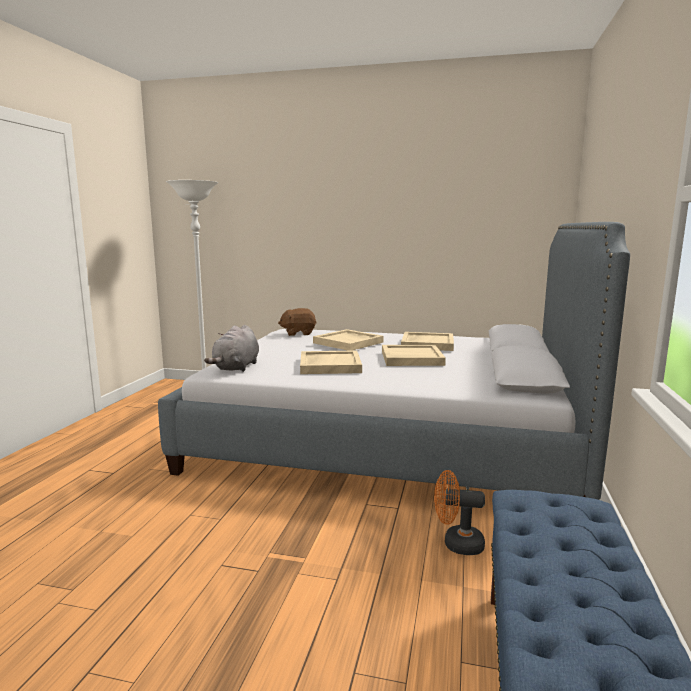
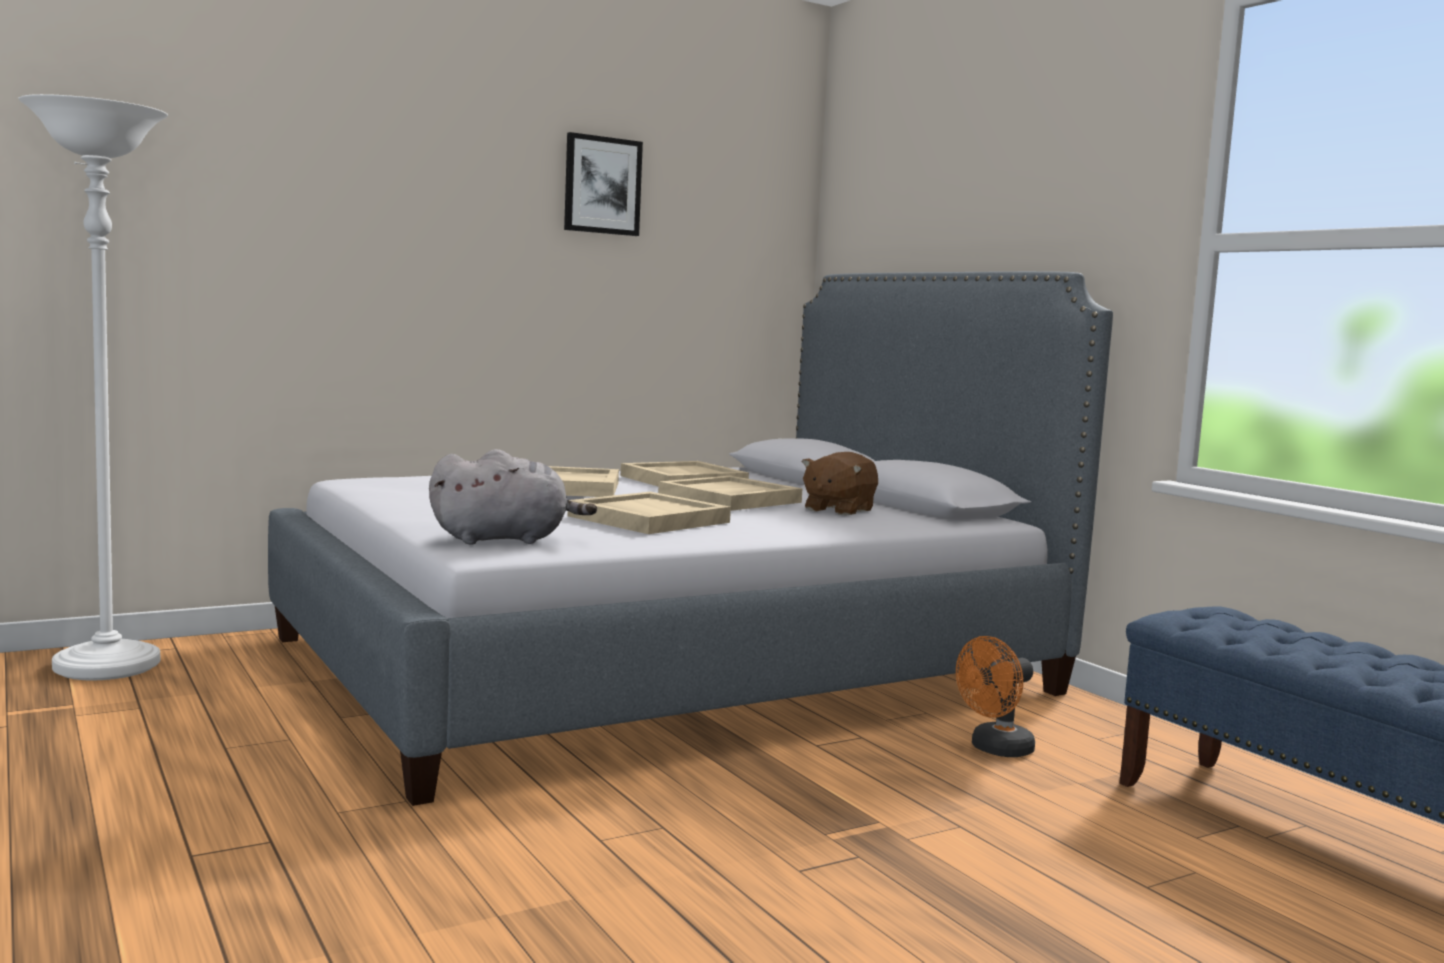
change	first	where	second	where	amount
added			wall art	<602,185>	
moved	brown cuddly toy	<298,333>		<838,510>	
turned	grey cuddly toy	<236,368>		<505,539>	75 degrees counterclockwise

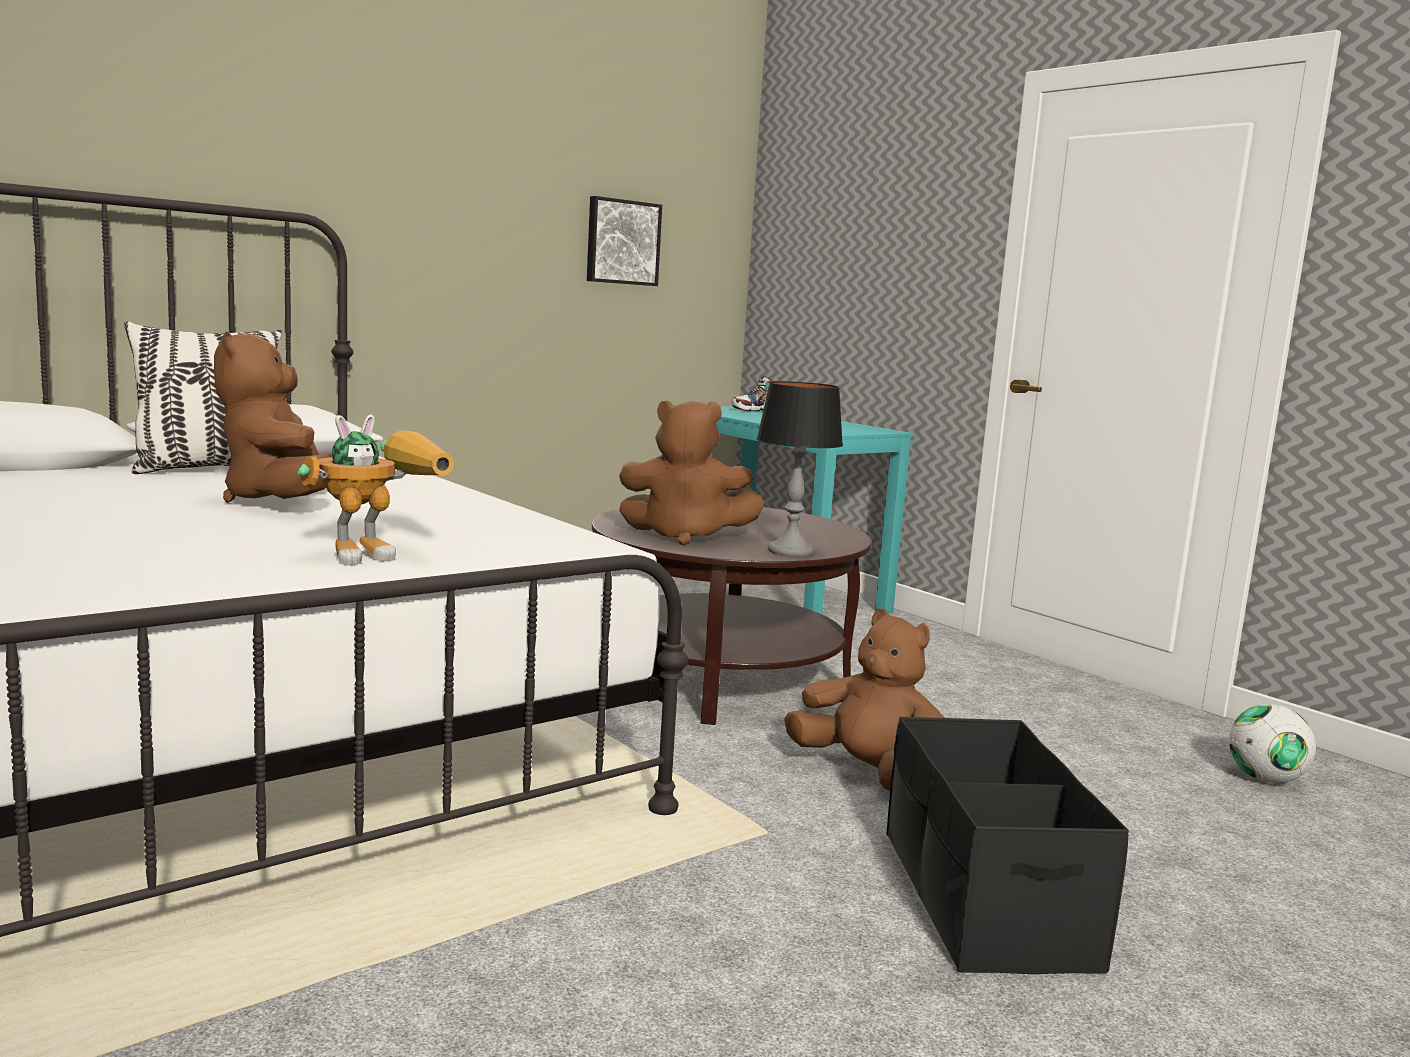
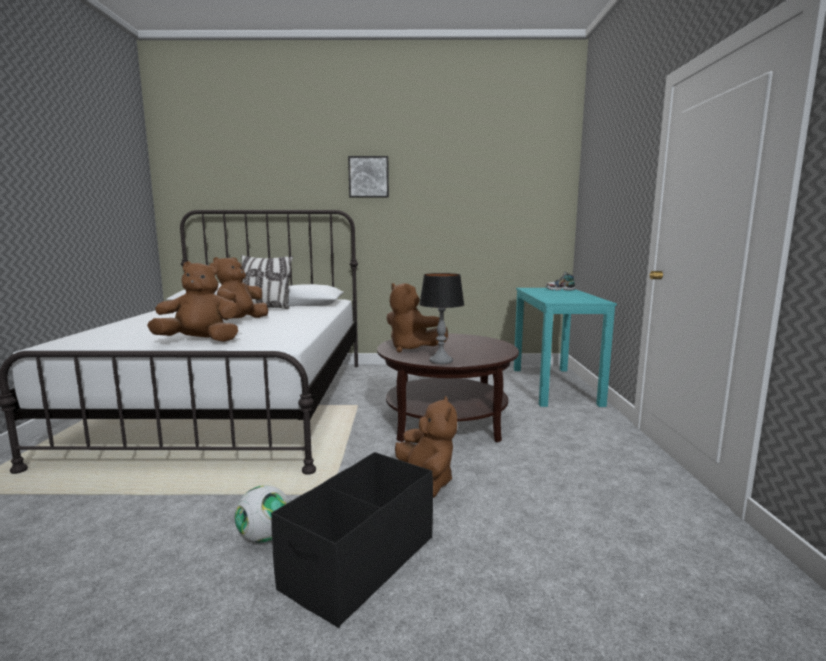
change	first	where	second	where	amount
moved	wall art	<622,242>		<368,177>	
moved	ball for football	<1265,779>		<264,537>	
replaced	toy robot	<380,554>	brown cuddly toy	<200,341>	

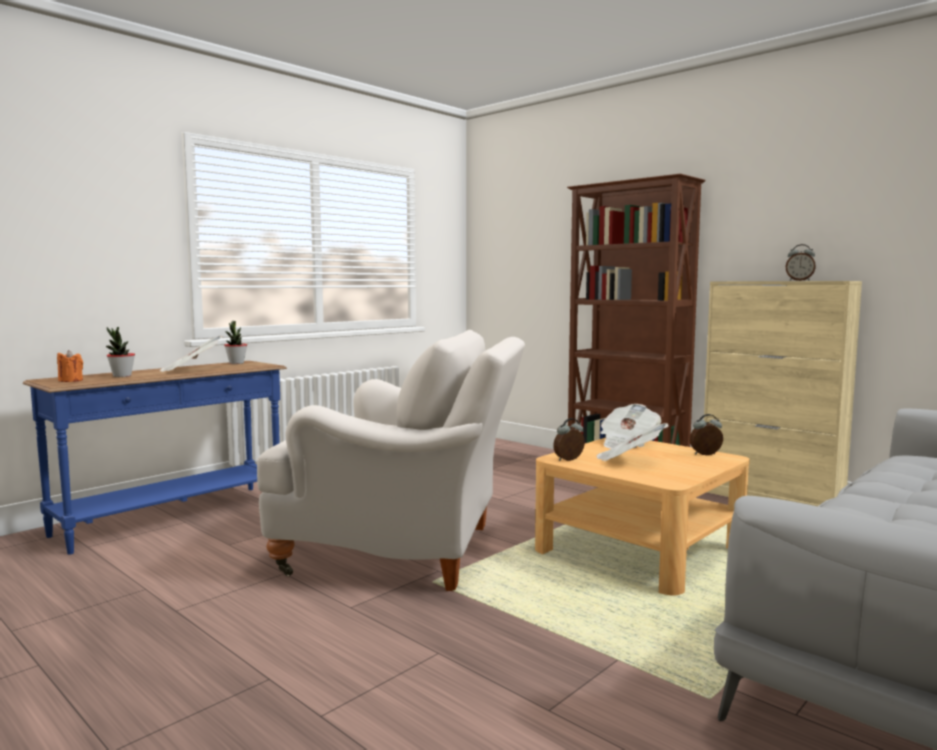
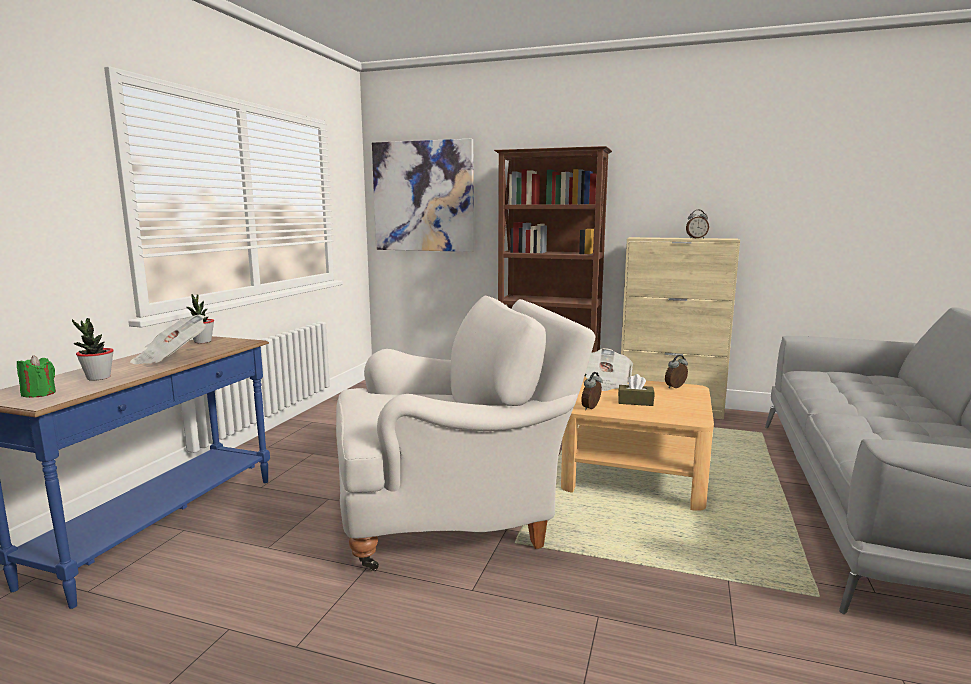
change	first	where	second	where	amount
added			wall art	<423,196>	
replaced	printed paper	<629,461>	brown tissue box	<635,402>	
recoloured	orangey wax candle	<71,380>	green-coloured wax candle	<39,394>	

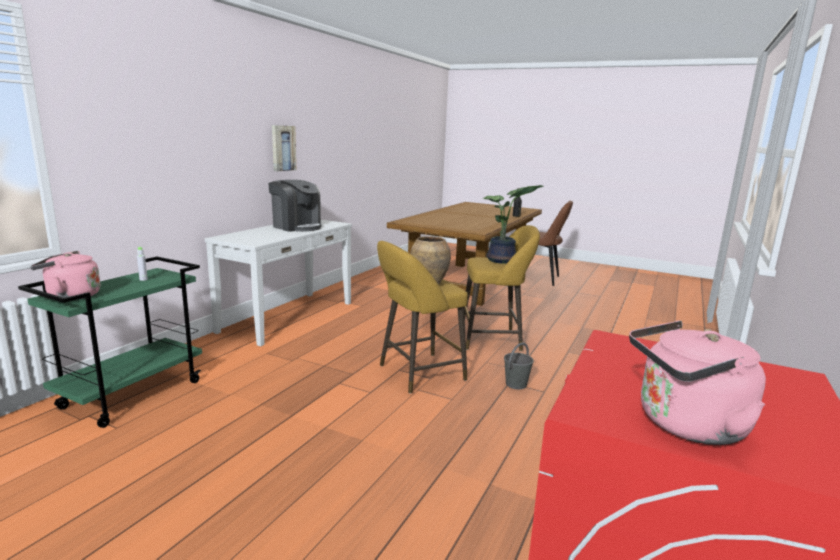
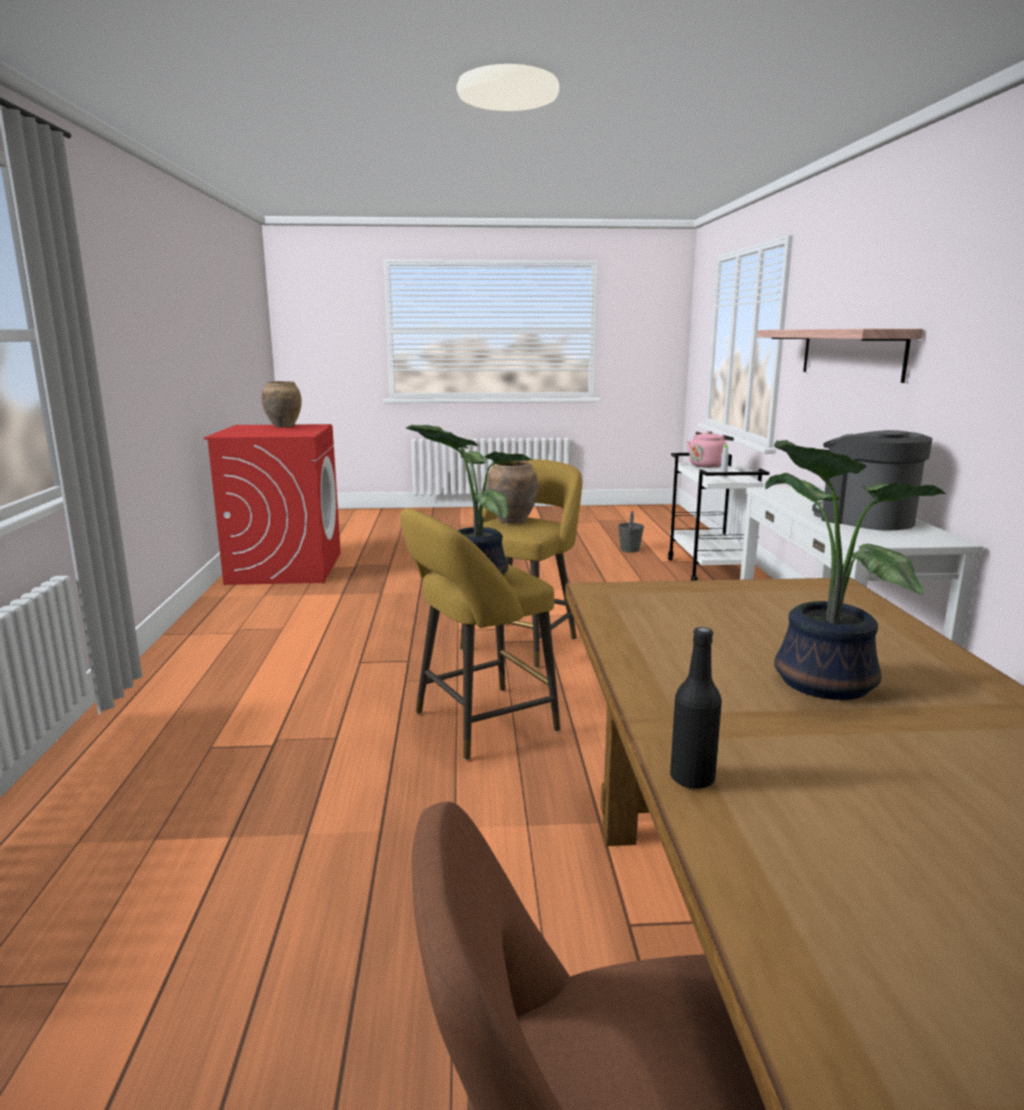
change	first	where	second	where	amount
removed	wall art	<282,148>			
added			shelf	<851,353>	
added			plant in a pot	<817,681>	
moved	grey pail	<516,384>		<630,550>	
replaced	pinkish water kettle	<685,425>	brown flower vase	<284,426>	
recoloured	green-coloured cart	<133,394>	whitish cart	<709,572>	
turned	coffee maker	<296,227>		<865,519>	45 degrees clockwise

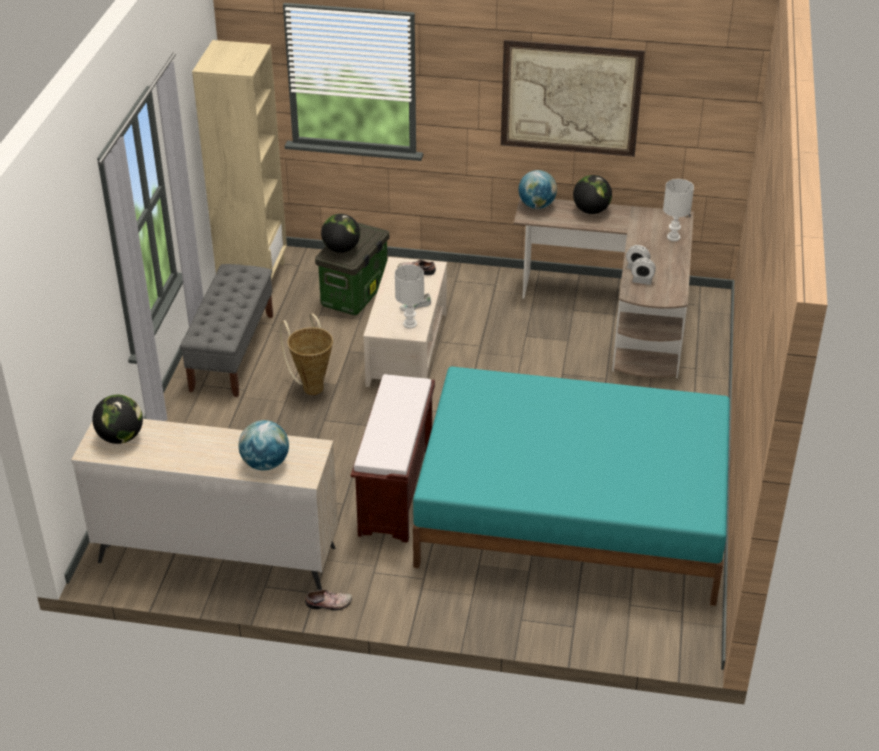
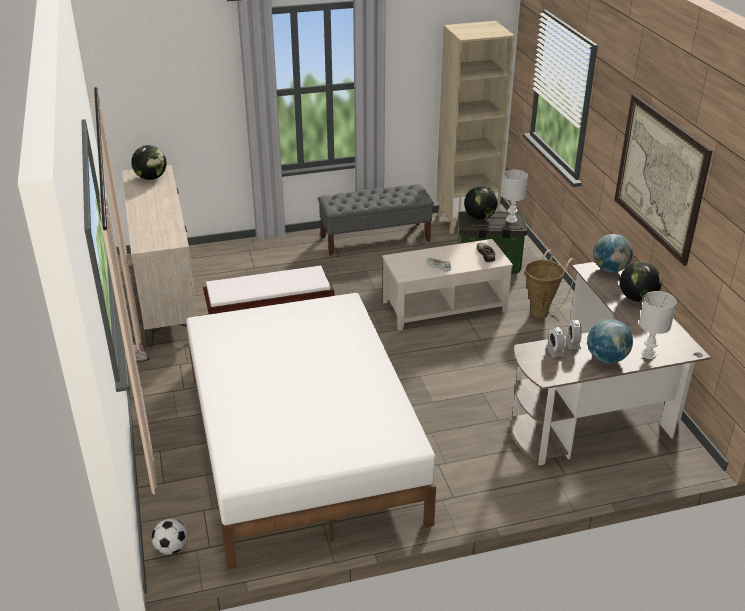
change	first	where	second	where	amount
added			ball for football	<171,548>	
moved	globe	<265,463>		<606,358>	
moved	basket	<312,385>		<542,311>	
moved	whitish tabletop lamp	<410,324>		<511,220>	
recoloured	turquoise-coloured bed	<572,513>	whitish bed	<301,446>	

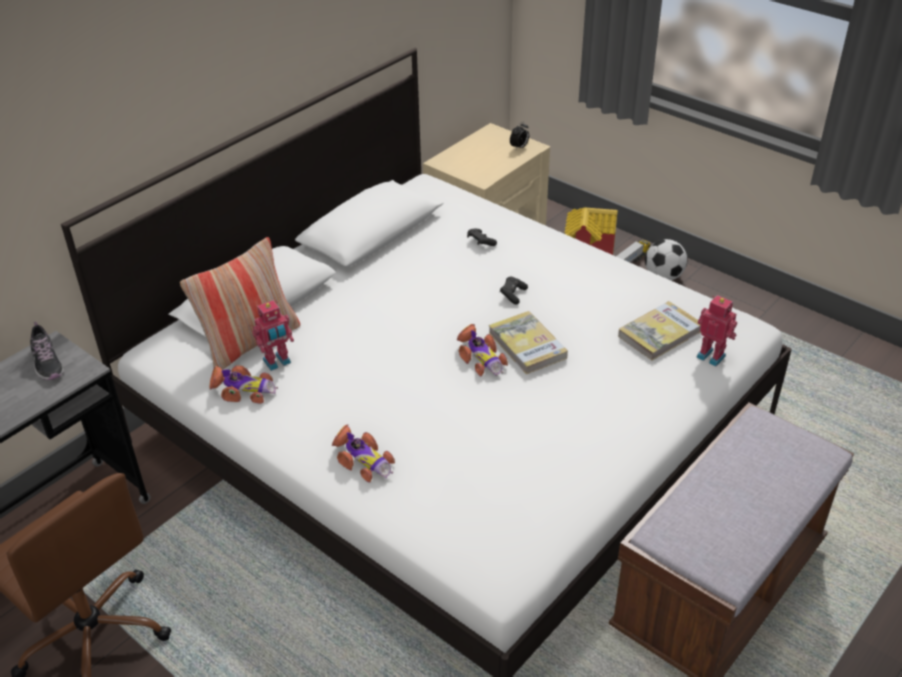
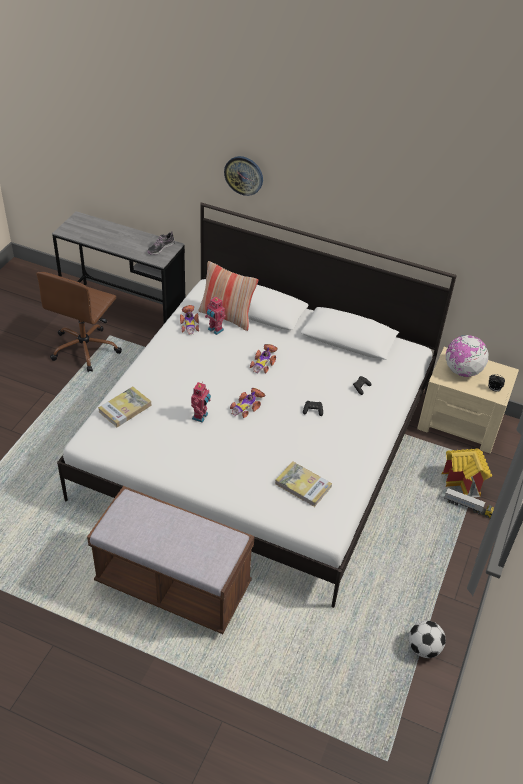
change	first	where	second	where	amount
added			hanging clock	<244,175>	
added			globe	<462,371>	
moved	miniature car	<362,460>		<263,362>	
moved	book	<527,345>		<125,408>	
moved	ball for football	<663,277>		<423,648>	
moved	toy robot	<712,355>		<201,416>	

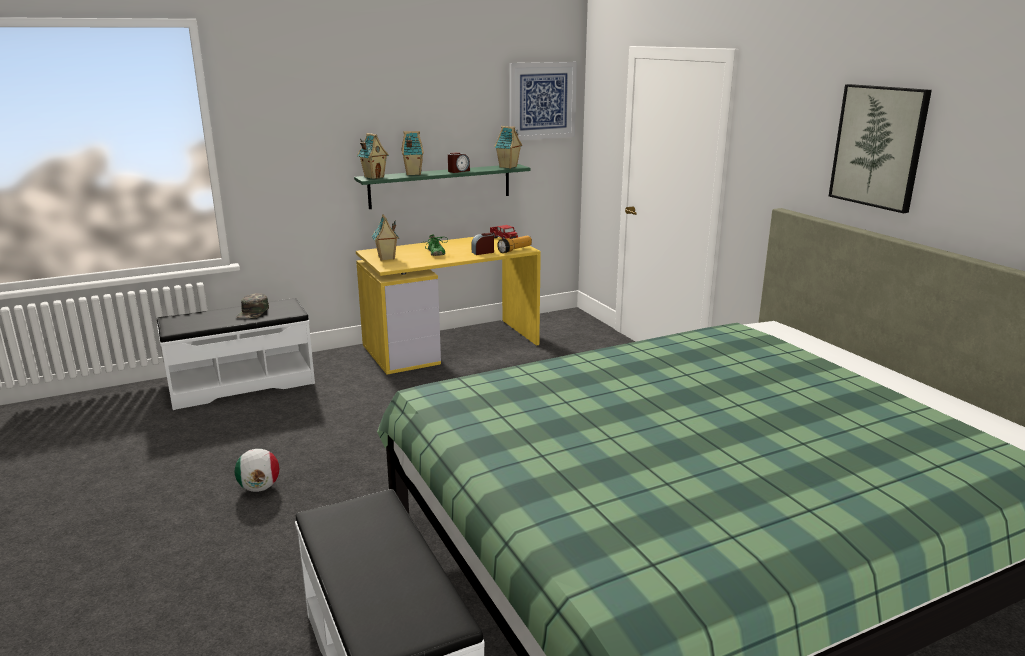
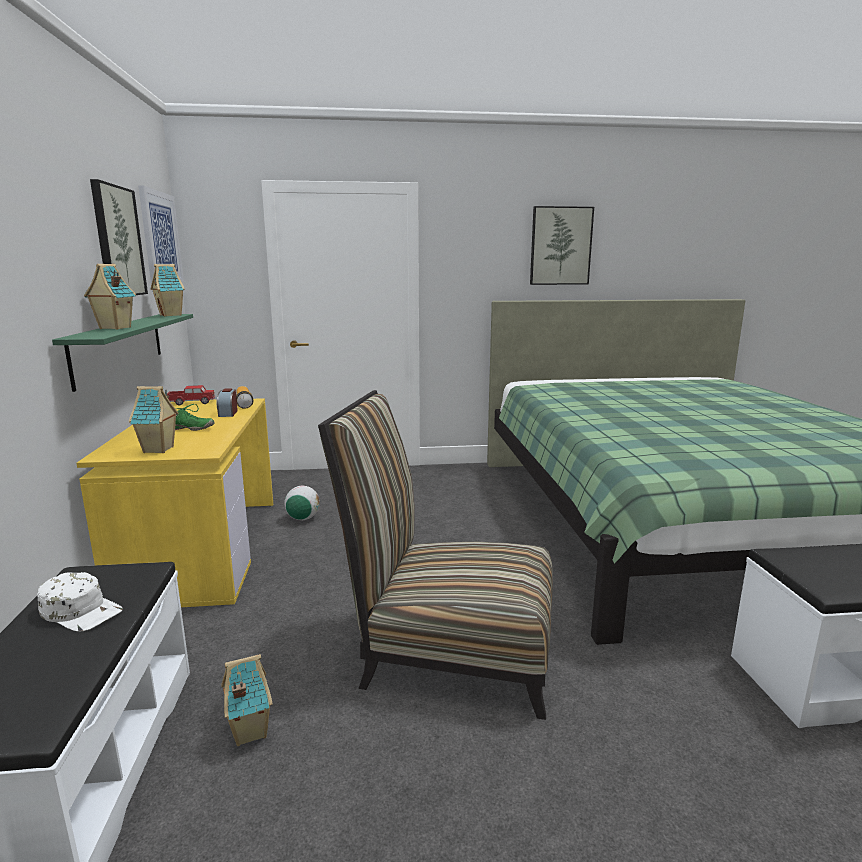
change	first	where	second	where	amount
removed	bedside clock	<458,171>			
added			wall art	<117,242>	
added			chair	<448,649>	
moved	ball for football	<259,488>		<303,518>	
moved	model house	<374,177>		<249,732>	
recoloured	green-coloured peaked cap	<253,312>	whitish peaked cap	<81,610>	

